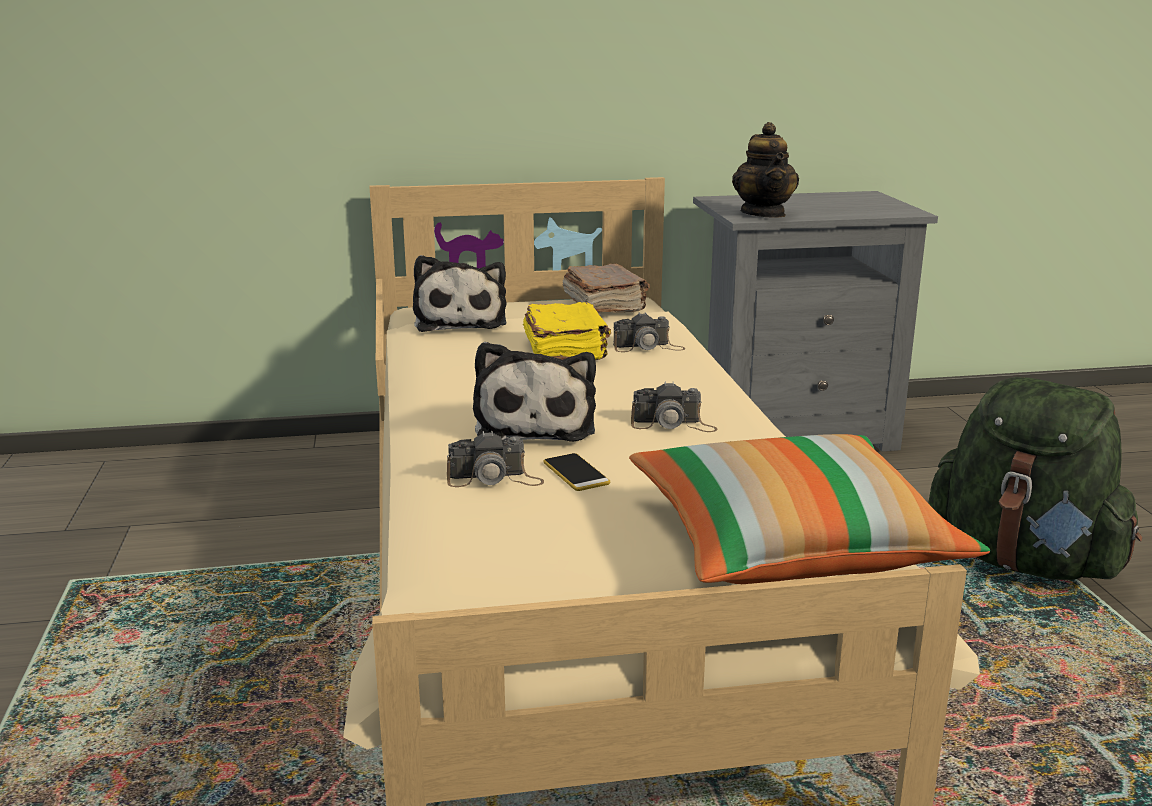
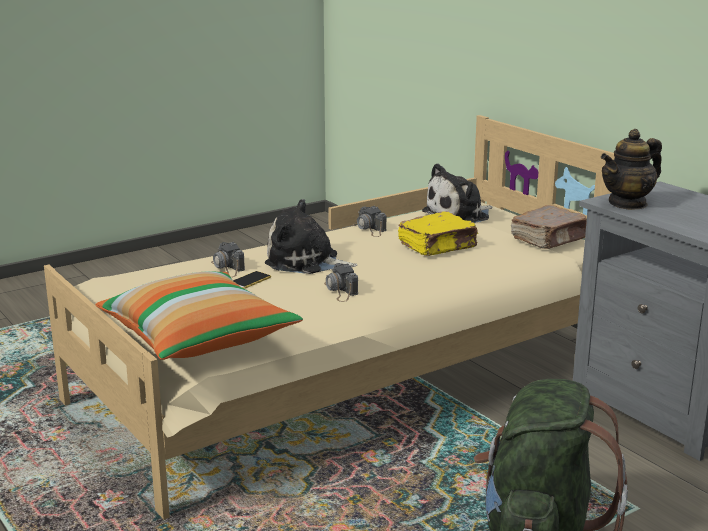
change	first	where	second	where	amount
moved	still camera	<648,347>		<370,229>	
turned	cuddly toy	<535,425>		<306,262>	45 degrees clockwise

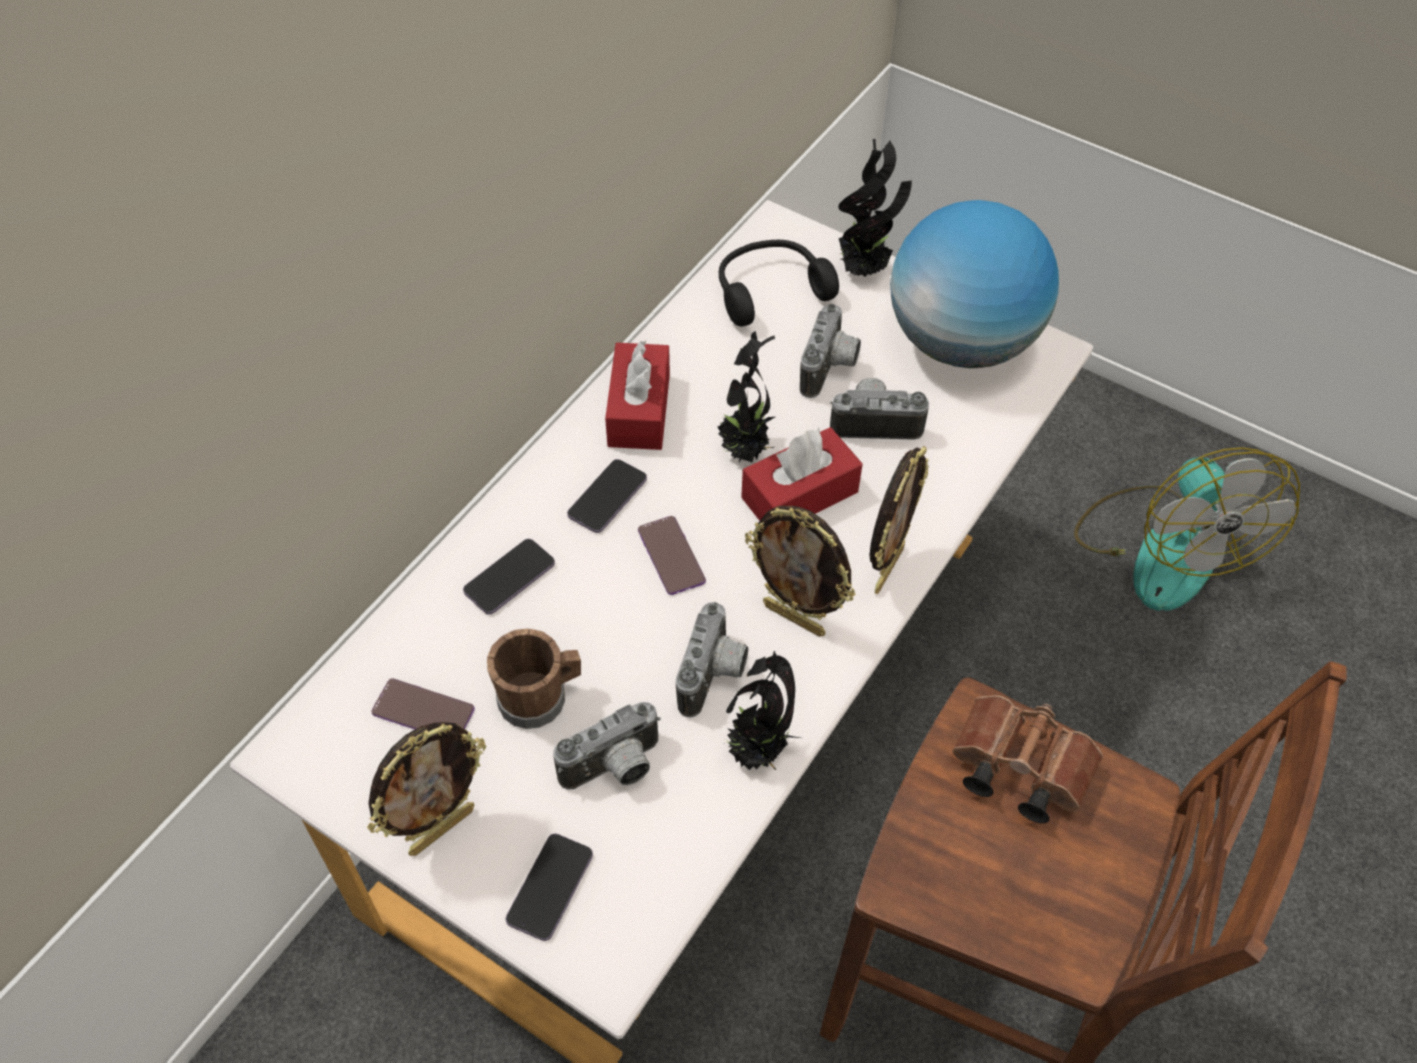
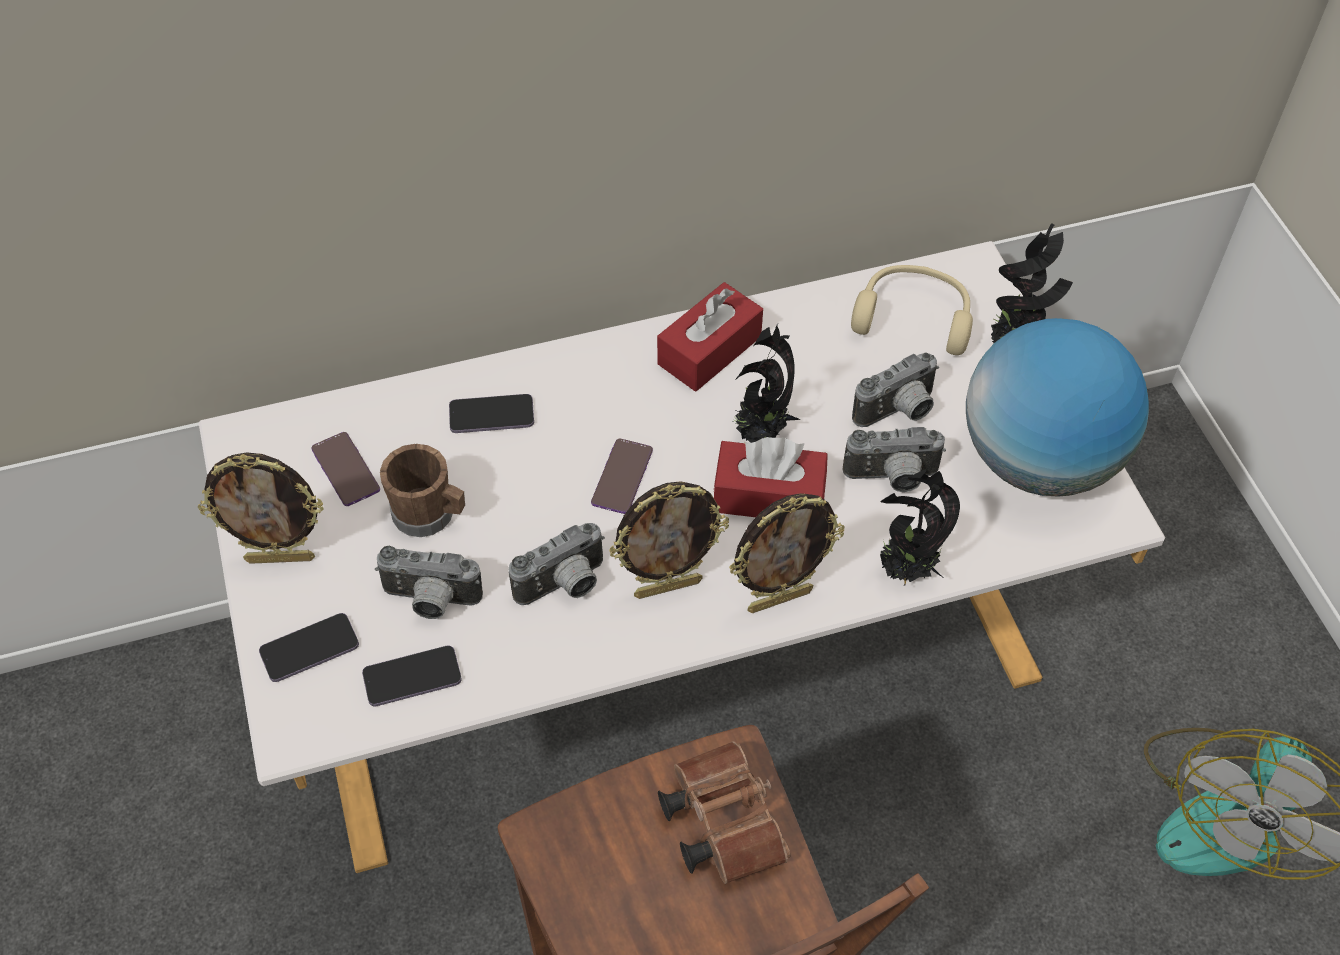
change	first	where	second	where	amount
moved	telephone	<607,498>		<412,677>	
moved	plant in a pot	<757,752>		<905,571>	
recoloured	blackish headset	<769,290>	beige-coloured headset	<913,317>	
turned	picture frame	<795,618>		<668,587>	90 degrees counterclockwise
turned	still camera	<875,422>		<892,479>	135 degrees clockwise

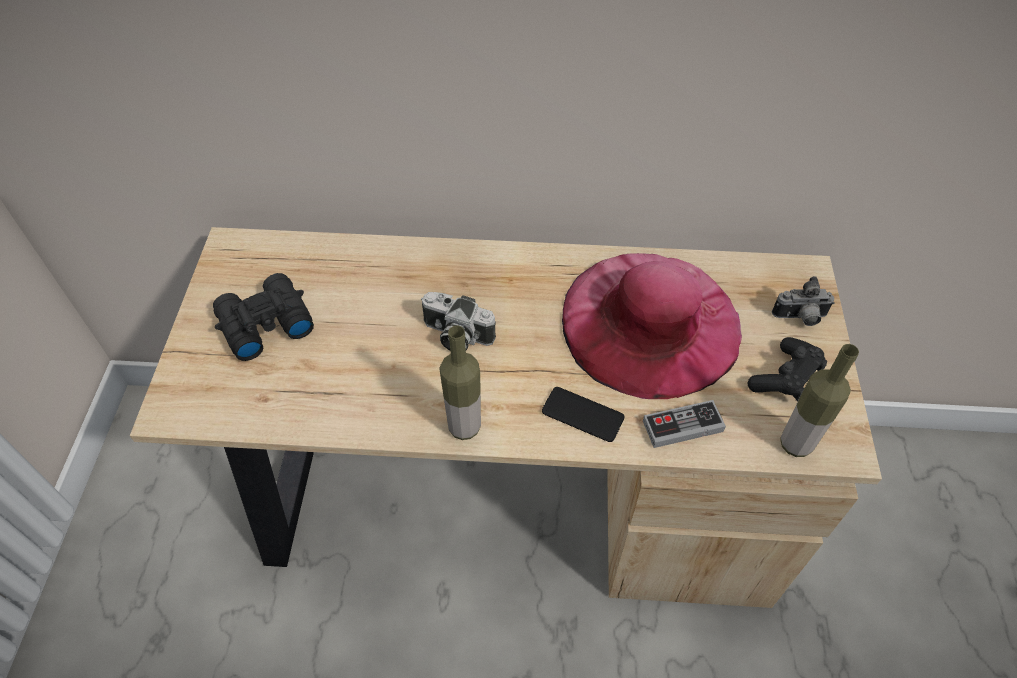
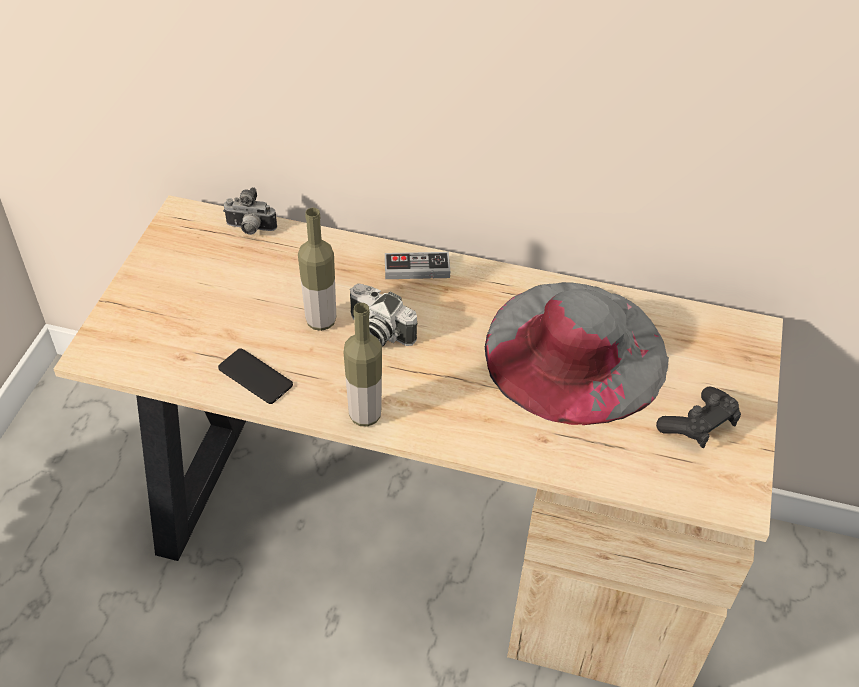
change	first	where	second	where	amount
removed	blackish pair of binoculars	<264,324>			
moved	telephone	<582,414>		<255,377>	
moved	gamepad	<682,426>		<417,268>	
moved	still camera	<800,318>		<250,229>	
moved	beverage bottle	<796,444>		<321,321>	
recoloured	pinkish wearable hat	<650,322>	grey wearable hat	<575,351>	

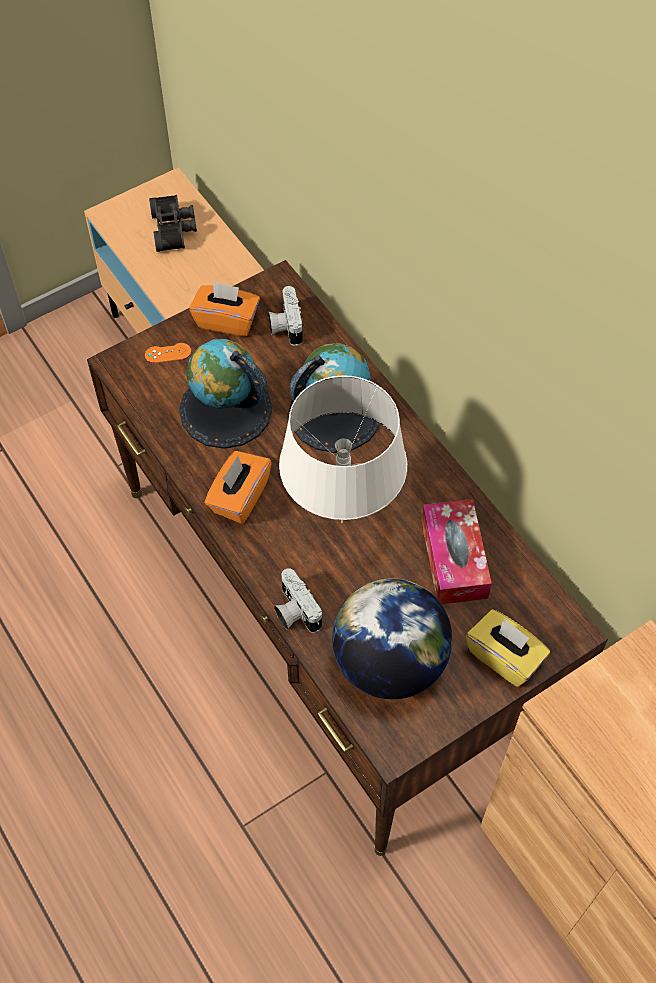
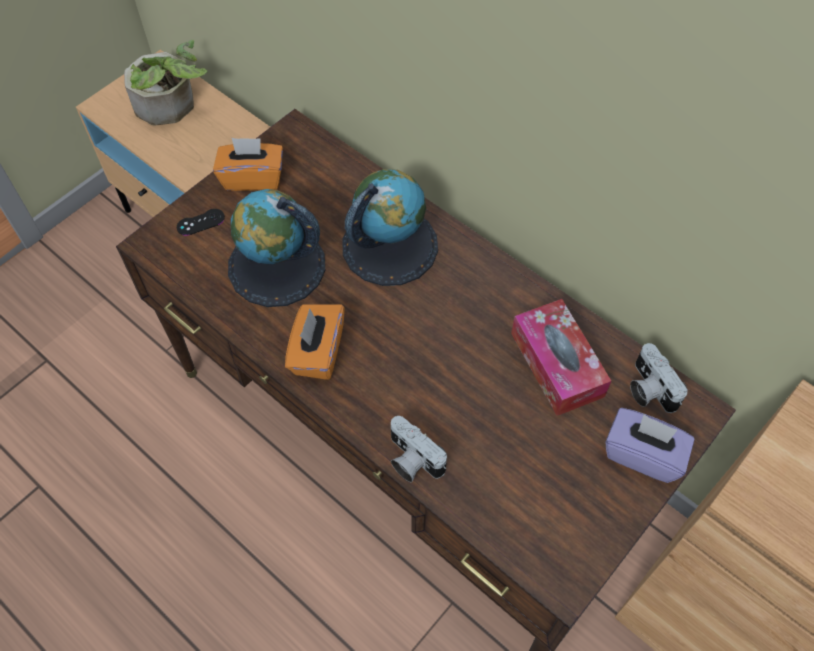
change	first	where	second	where	amount
removed	whitish tabletop lamp	<341,522>			
removed	globe	<389,662>			
moved	still camera	<285,325>		<648,389>	
replaced	blackish pair of binoculars	<174,229>	plant in a pot	<172,106>	
recoloured	orangey gamepad	<168,353>	blackish gamepad	<200,222>	
recoloured	yellow-coloured tissue box	<504,657>	purplish tissue box	<642,454>	

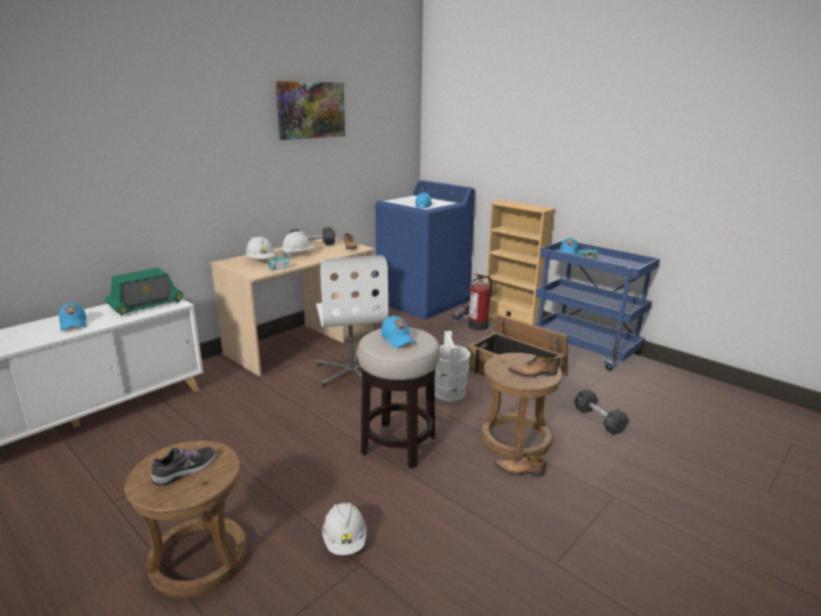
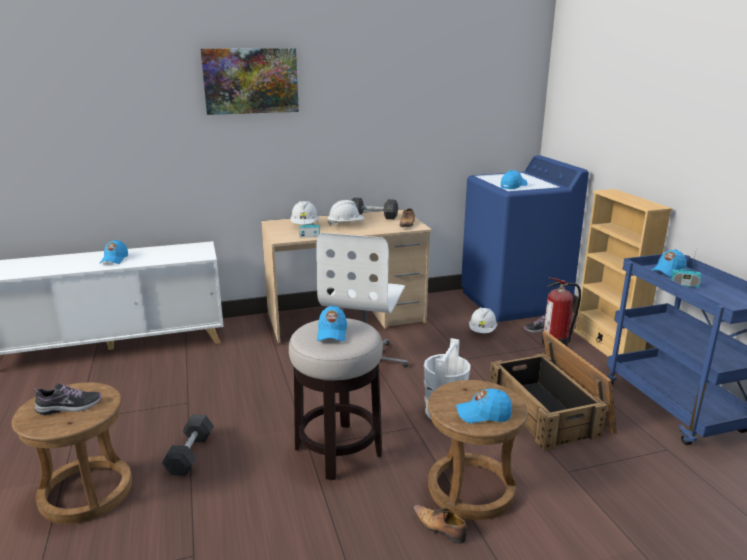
change	first	where	second	where	amount
removed	radio	<146,305>			
moved	wall art	<311,110>		<250,81>	
moved	whitish hard hat	<345,541>		<482,331>	
moved	blackish free weight	<598,420>		<190,454>	
replaced	shoe	<534,374>	bluish peaked cap	<483,414>	

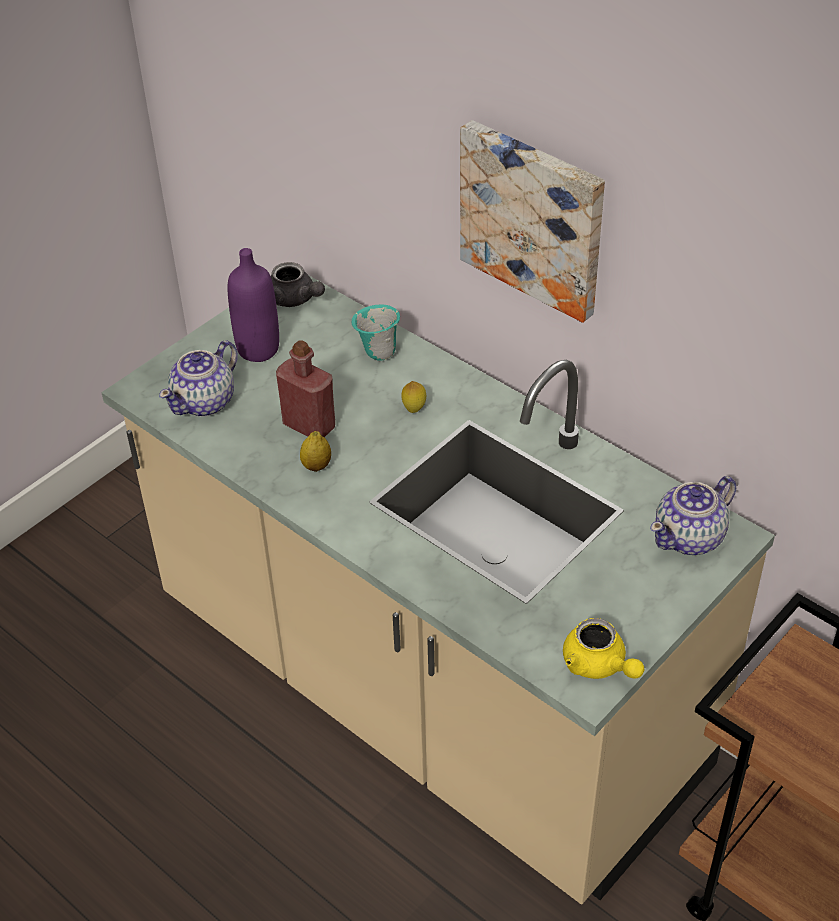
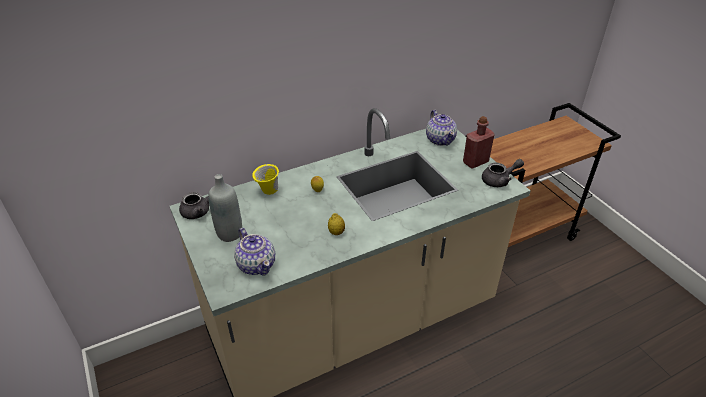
change	first	where	second	where	amount
removed	wall art	<534,217>			
moved	red beverage bottle	<309,425>		<475,162>	
recoloured	purplish beverage bottle	<258,349>	grey beverage bottle	<229,233>	
recoloured	turquoise-coloured tea mug	<377,353>	yellow-coloured tea mug	<268,192>	
recoloured	yellow-coloured pot for tea	<599,665>	grey pot for tea	<499,180>	

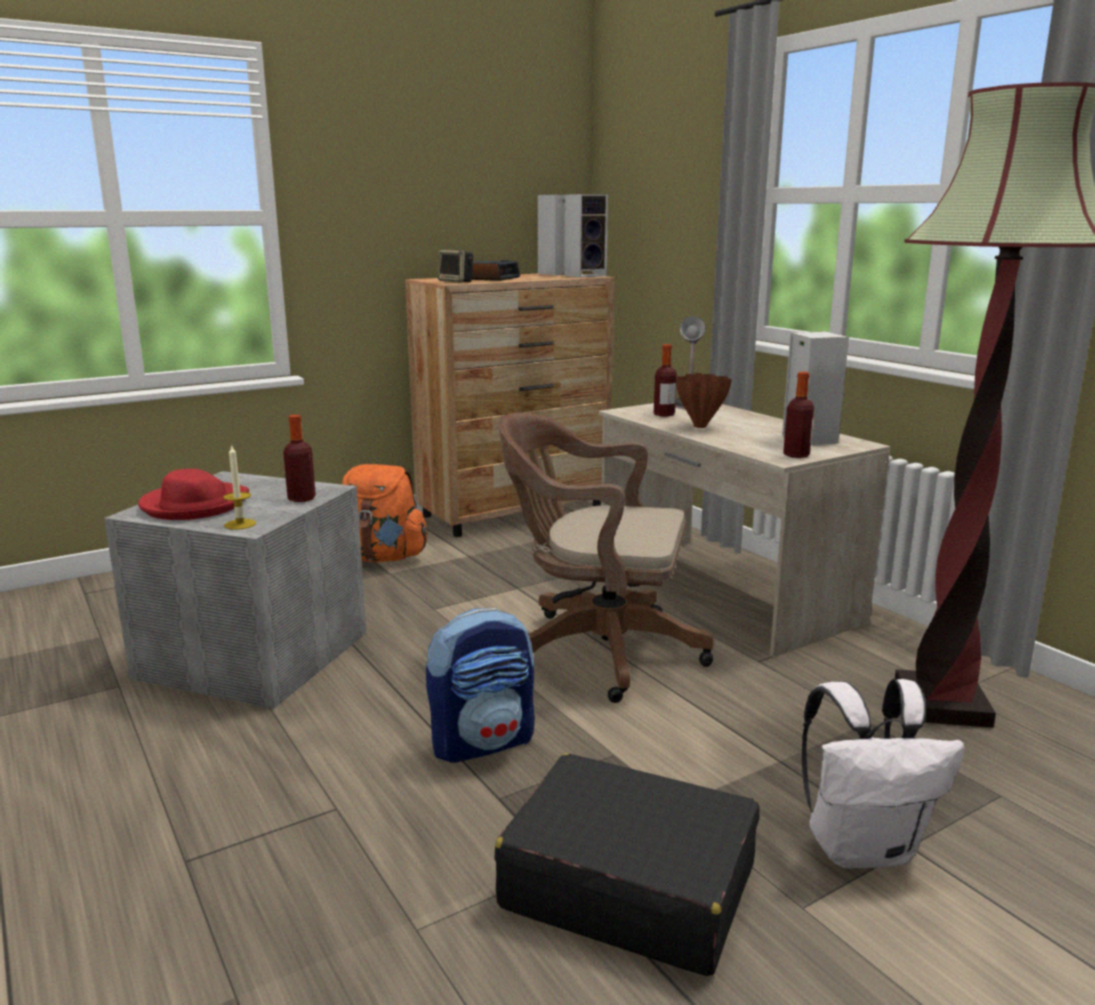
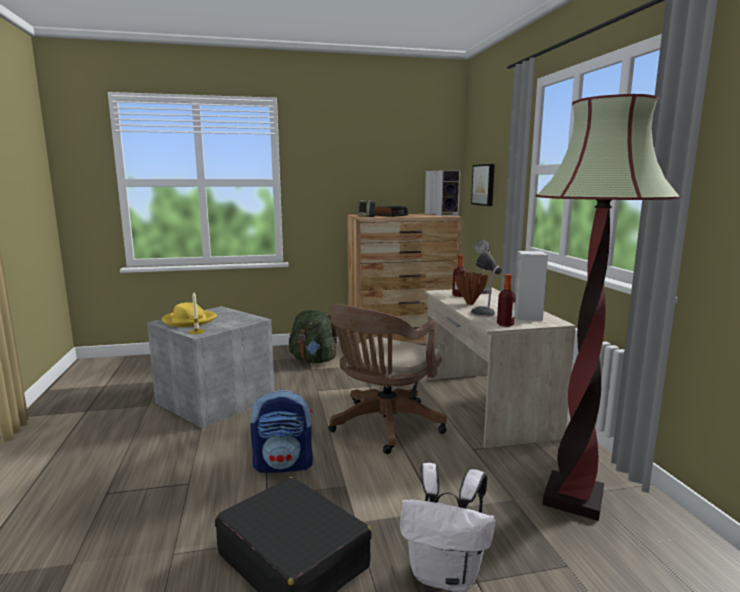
change	first	where	second	where	amount
removed	beverage bottle	<301,499>			
added			tabletop lamp	<484,314>	
added			wall art	<484,185>	
recoloured	red wearable hat	<194,505>	yellow-coloured wearable hat	<189,320>	
recoloured	orangey knapsack	<381,557>	green-coloured knapsack	<313,360>	
turned	brown office chair	<596,650>		<383,426>	90 degrees counterclockwise

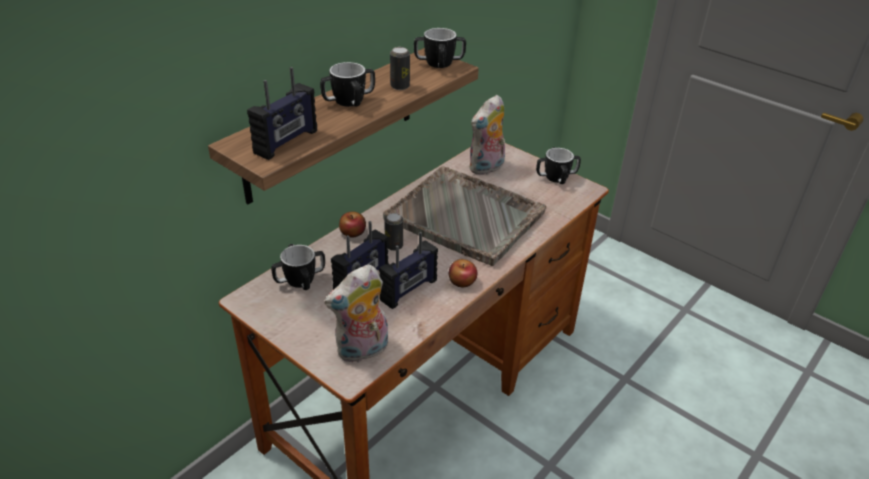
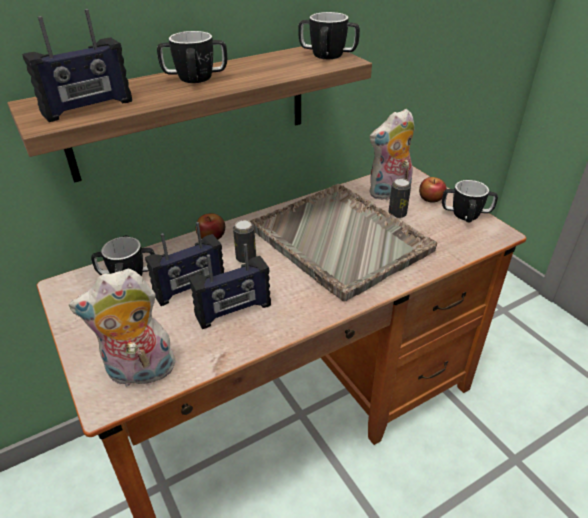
change	first	where	second	where	amount
moved	can	<400,86>		<397,214>	
moved	whole apple	<462,281>		<431,198>	

